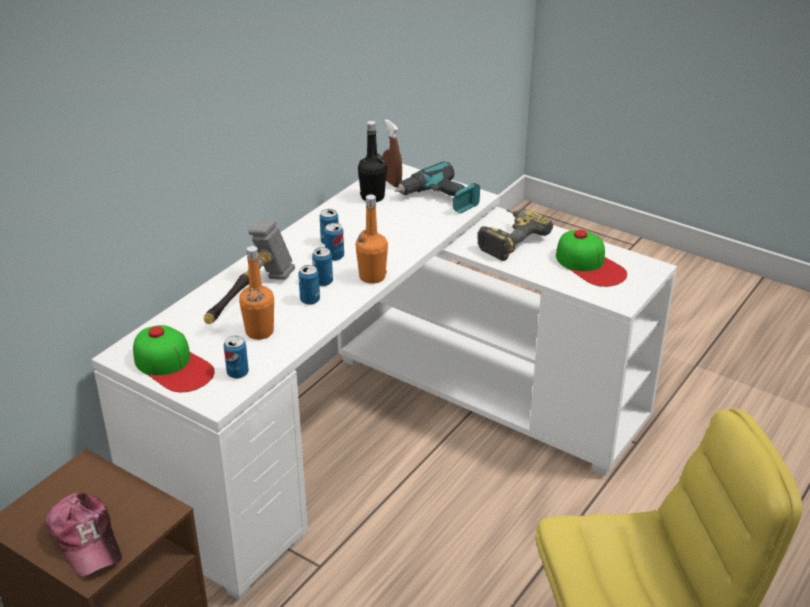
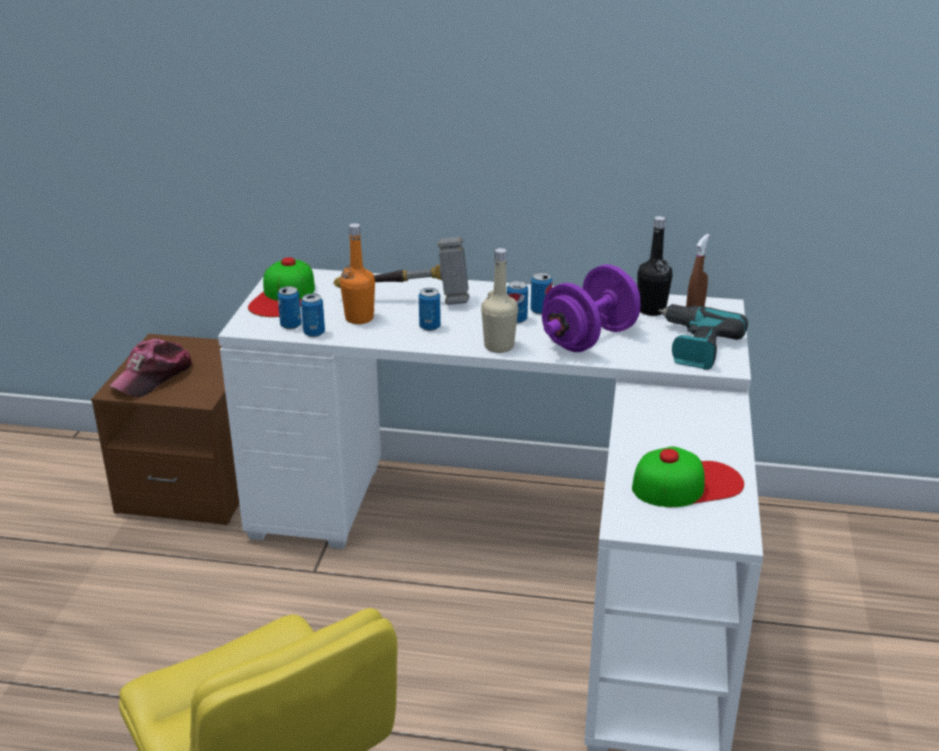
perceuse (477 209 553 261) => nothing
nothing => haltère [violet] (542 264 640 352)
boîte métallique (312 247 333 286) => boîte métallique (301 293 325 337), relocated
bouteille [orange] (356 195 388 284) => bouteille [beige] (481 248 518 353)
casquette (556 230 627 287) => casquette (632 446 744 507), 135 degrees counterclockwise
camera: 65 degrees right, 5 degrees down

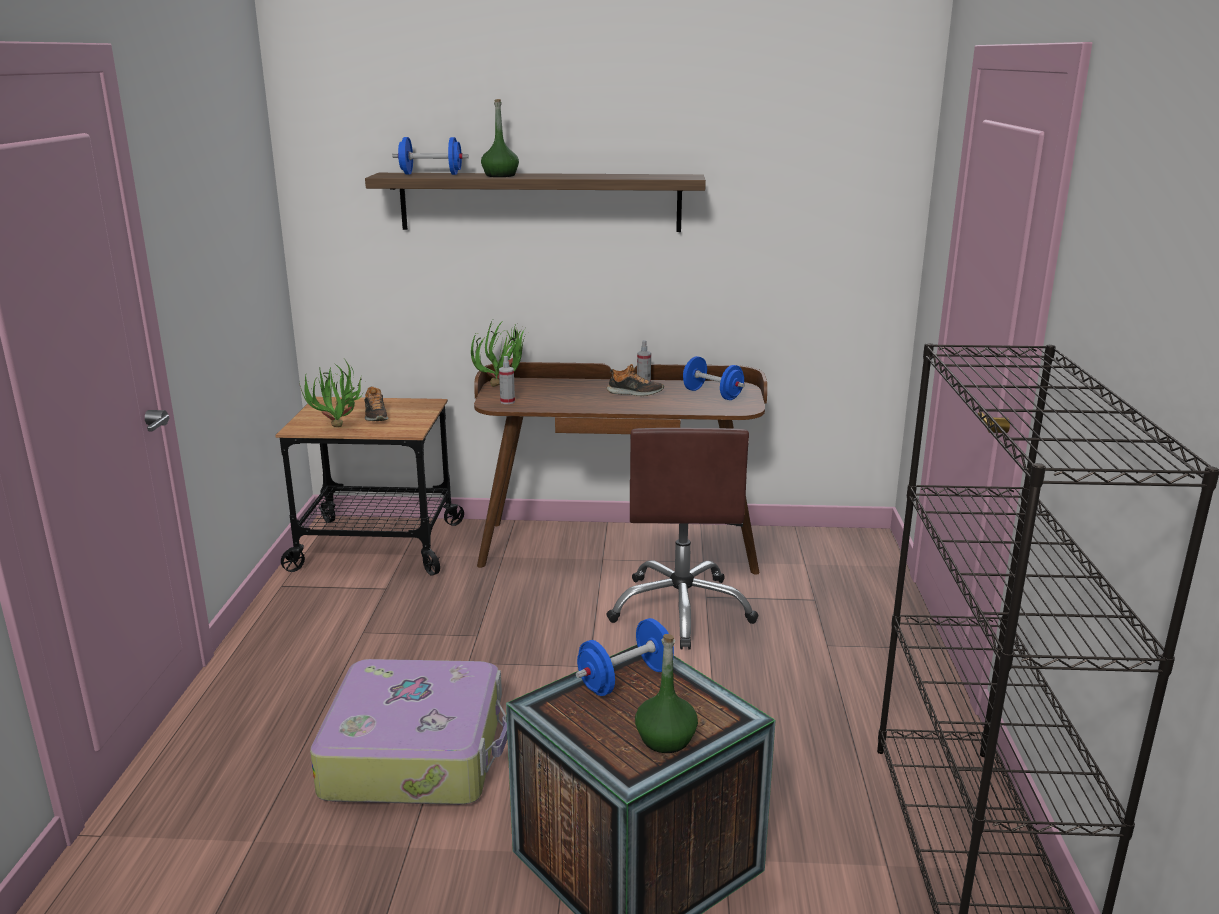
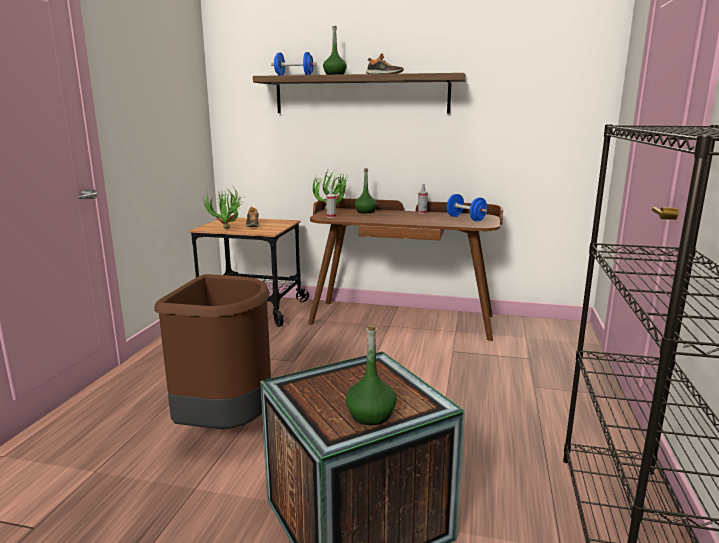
haltère [bleu] (576 618 674 696) => nothing
chaise de bureau [marron] (606 428 759 649) => nothing
nothing => bouteille [vert] (354 168 377 213)
chaussure (606 364 664 396) => chaussure (366 53 404 74), relocated
valise (310 659 508 805) => poubelle [marron] (154 274 271 429)
camera: 10 degrees right, 5 degrees down

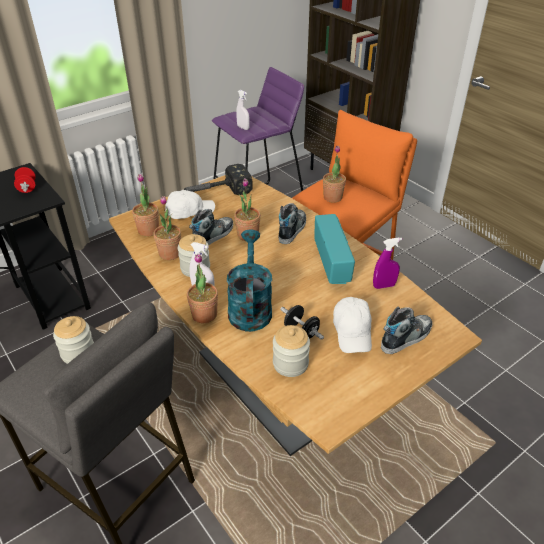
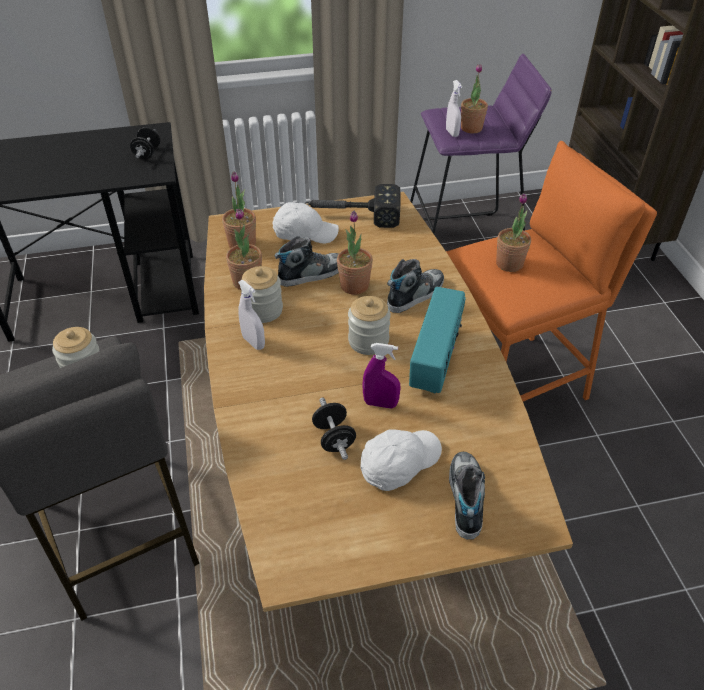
arrosoir [turquoise] (227 229 272 332) => nothing
plante en pot (187 253 218 323) => plante en pot (461 64 488 133), relocated
bocal (273 325 310 377) => bocal (348 296 391 355), relocated
vaporisateur [violet] (373 237 402 289) => vaporisateur [violet] (362 343 401 409), relocated
haltère [rouge] (14 167 36 193) => haltère [noir] (130 127 160 159)
casquette [blanc] (333 297 372 353) => casquette [blanc] (360 429 442 491), 150 degrees counterclockwise
chaussure (381 307 432 354) => chaussure (449 452 485 540), 75 degrees counterclockwise
camera: 25 degrees right, 5 degrees up

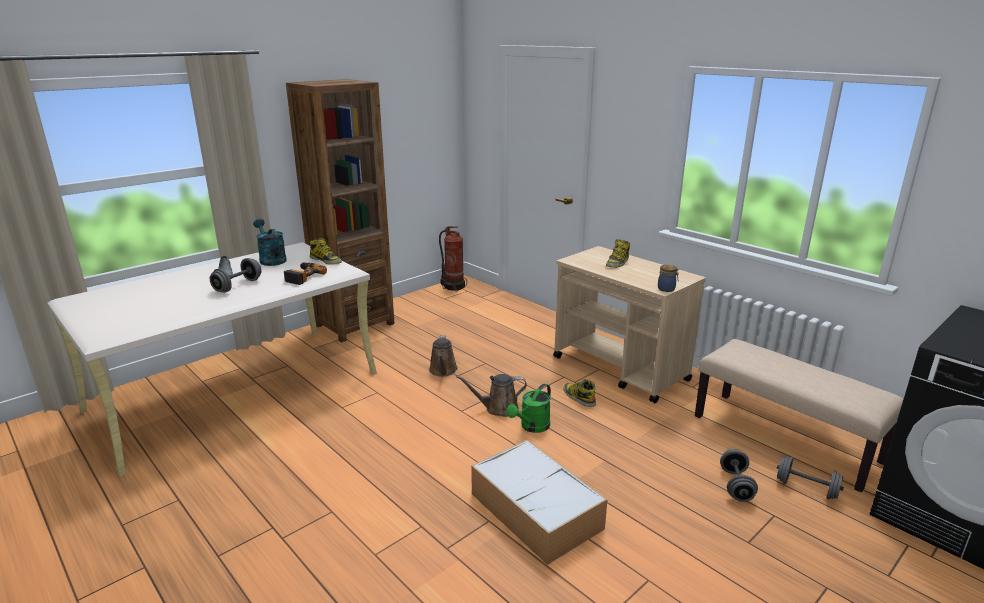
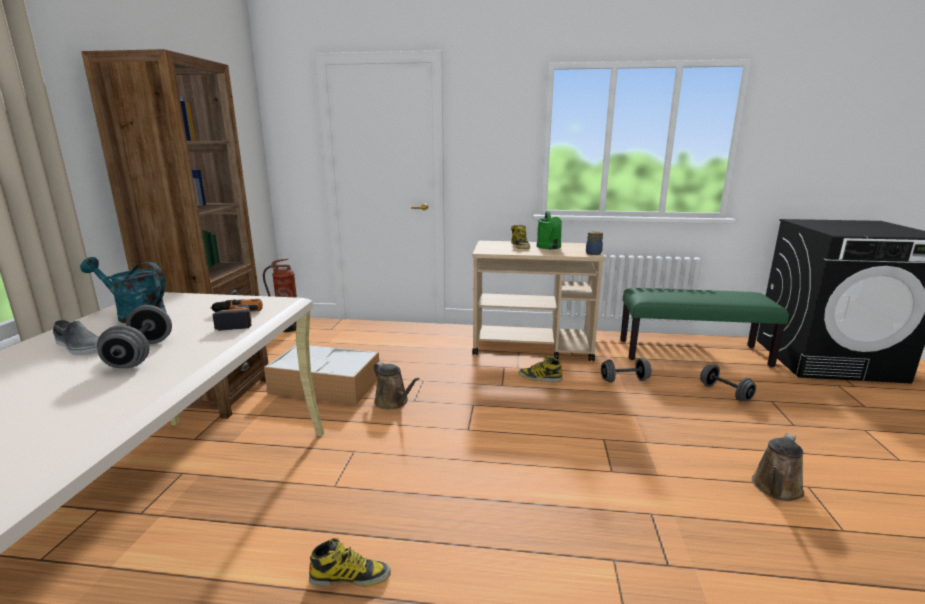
botte (310 238 342 265) => botte (309 538 391 587), relocated
arrosoir [marron] (456 374 527 417) => arrosoir [marron] (752 433 804 501), relocated
boîte de rangement (471 440 608 565) => boîte de rangement (264 344 379 405), relocated
arrosoir [vert] (506 383 551 433) => arrosoir [vert] (537 211 562 249), relocated
haltère [gris] (777 456 844 499) => haltère [gris] (601 358 651 383), relocated
banc [beige] (695 339 903 492) => banc [vert] (620 288 789 367)
camera: 40 degrees left, 5 degrees down

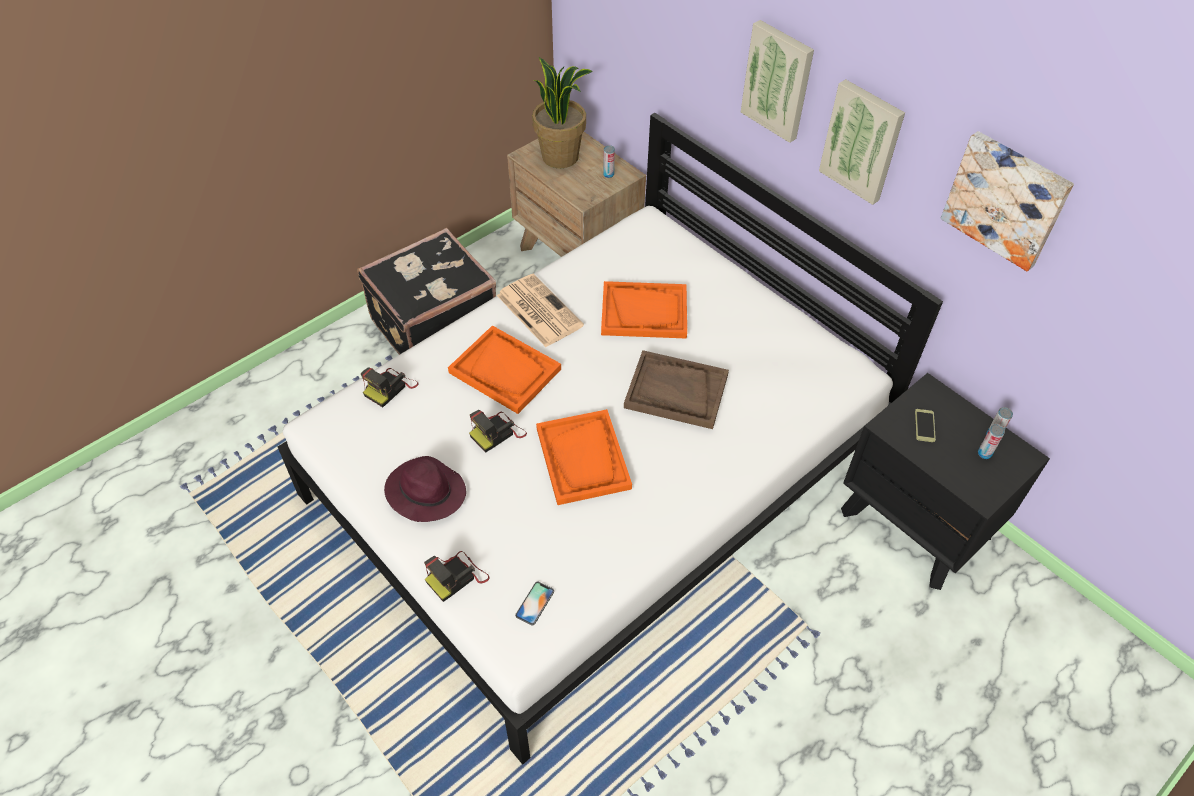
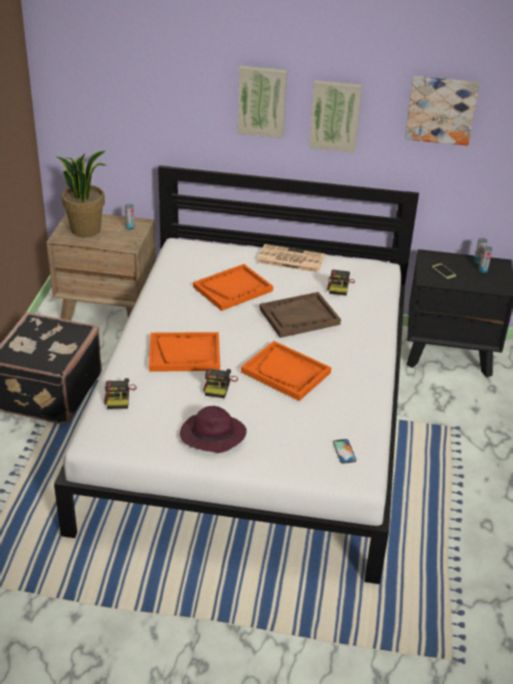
appareil photo (424 551 490 602) => appareil photo (327 269 355 296), relocated
journal (497 273 584 347) => journal (257 244 325 273), relocated
camera: 40 degrees left, 15 degrees down

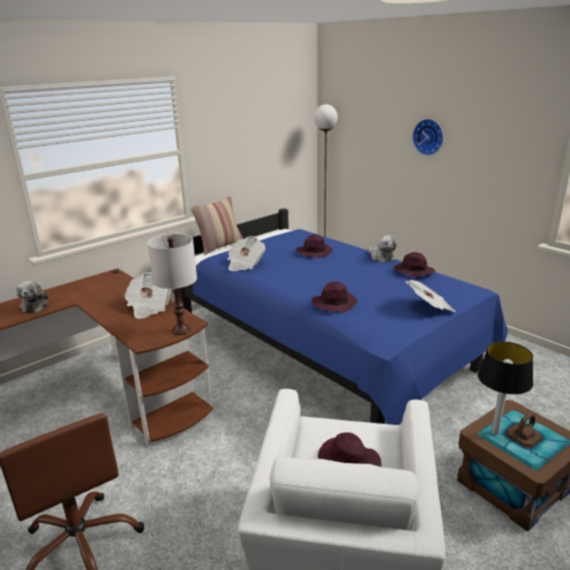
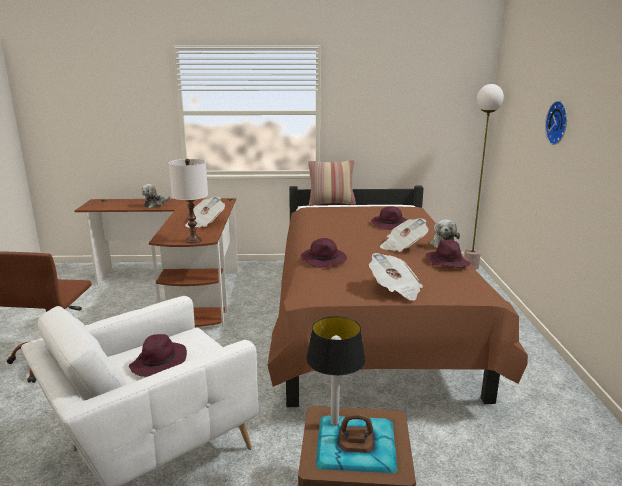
journal (227 236 266 271) => journal (380 218 429 252), relocated
lit [bleu] (179 208 508 425) => lit [marron] (268 186 528 407)
camera: 40 degrees right, 5 degrees down

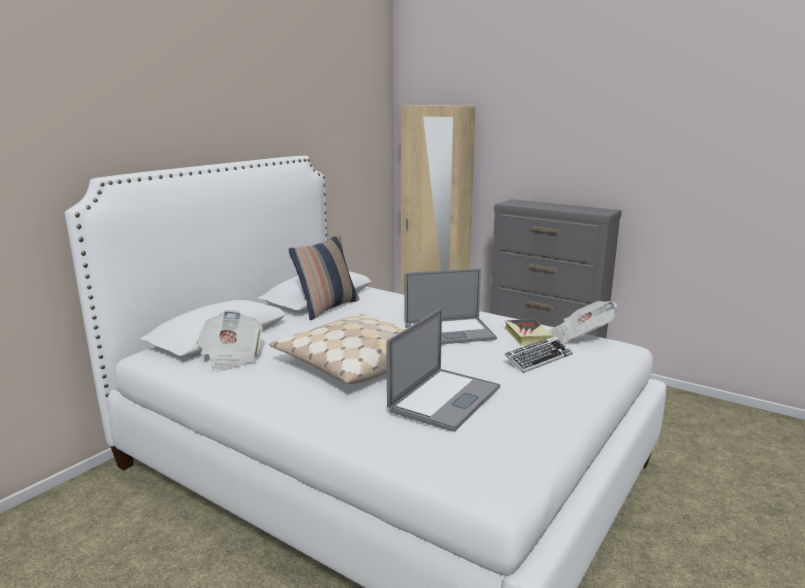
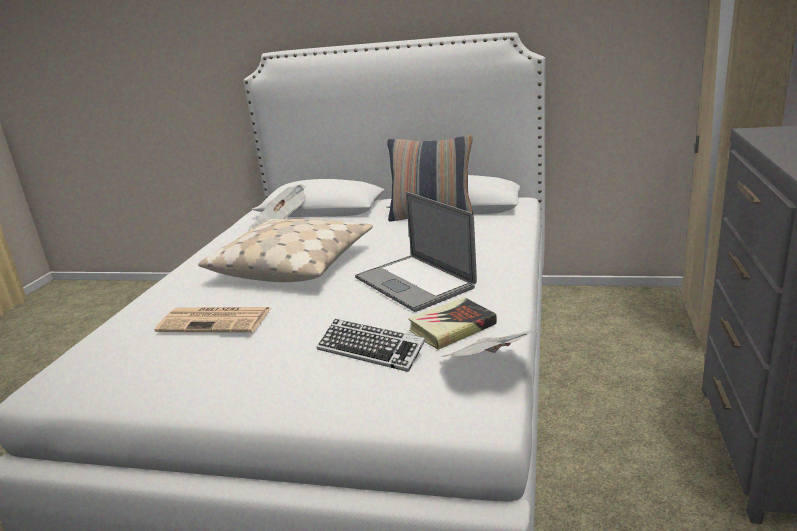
ordinateur portable (386 309 500 432) => journal (154 307 270 332)
camera: 70 degrees right, 5 degrees up

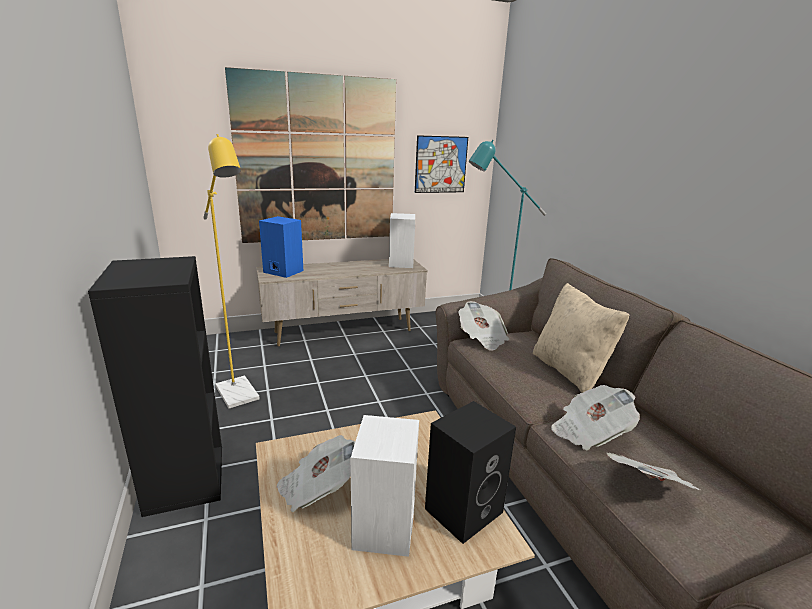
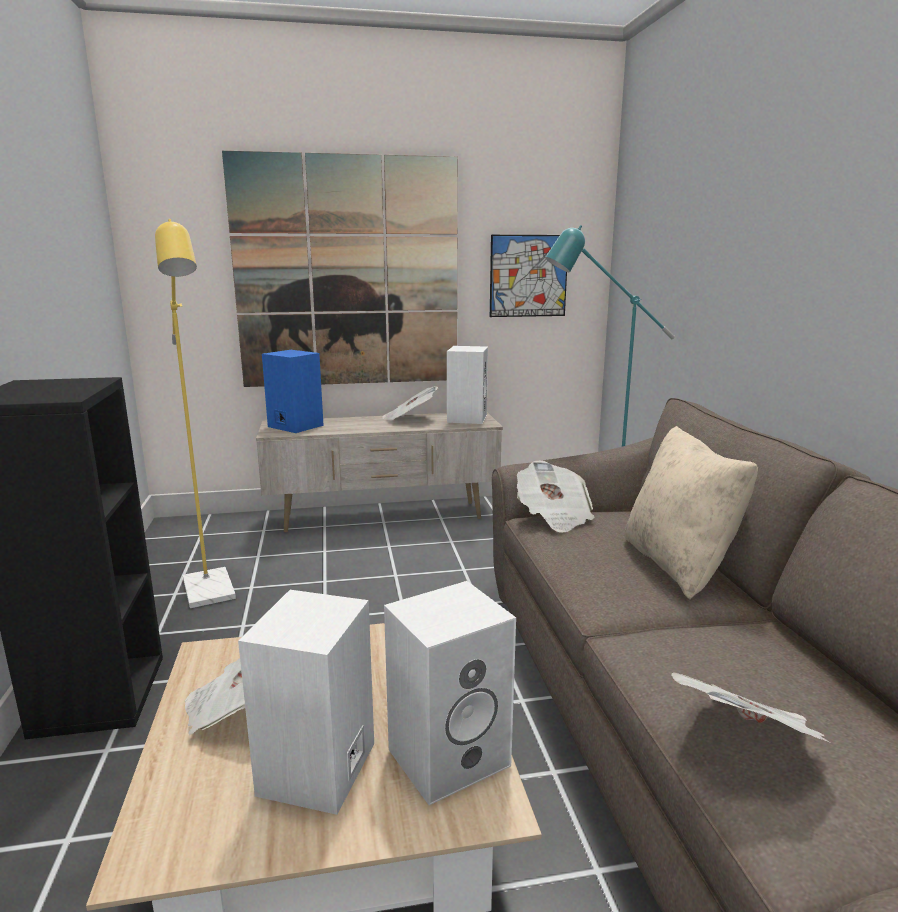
journal (551 385 640 450) => journal (382 386 438 421), relocated
enceinte [noir] (425 401 516 544) => enceinte [blanc] (384 581 516 805)
camera: 10 degrees right, 5 degrees down

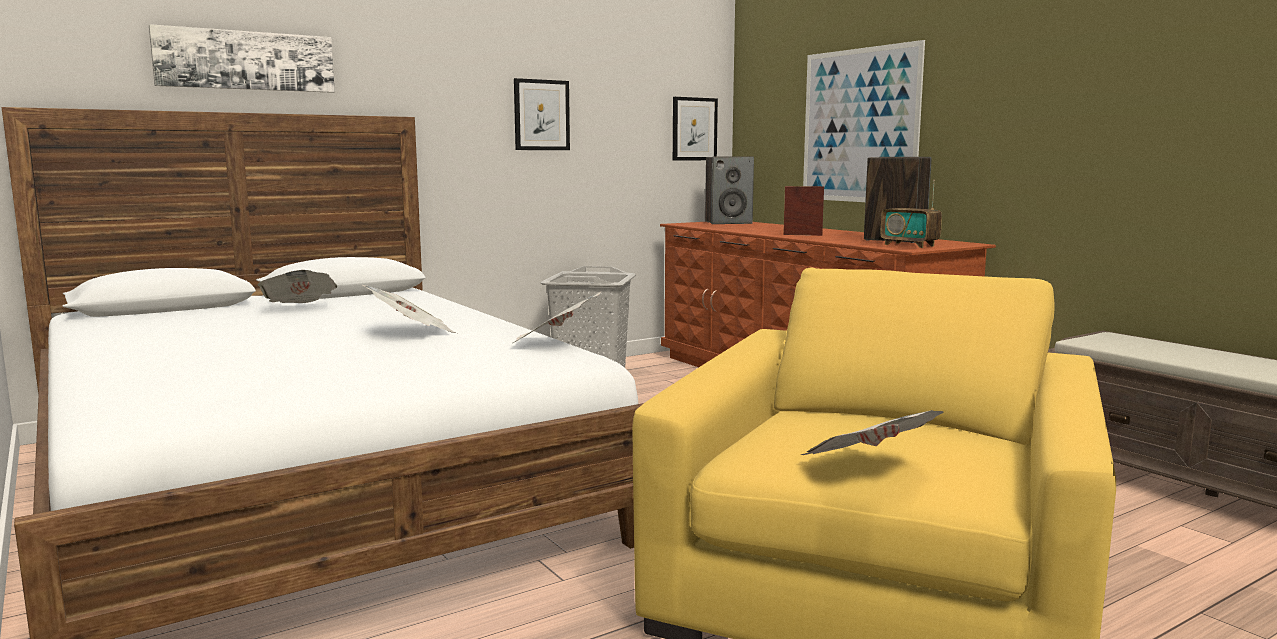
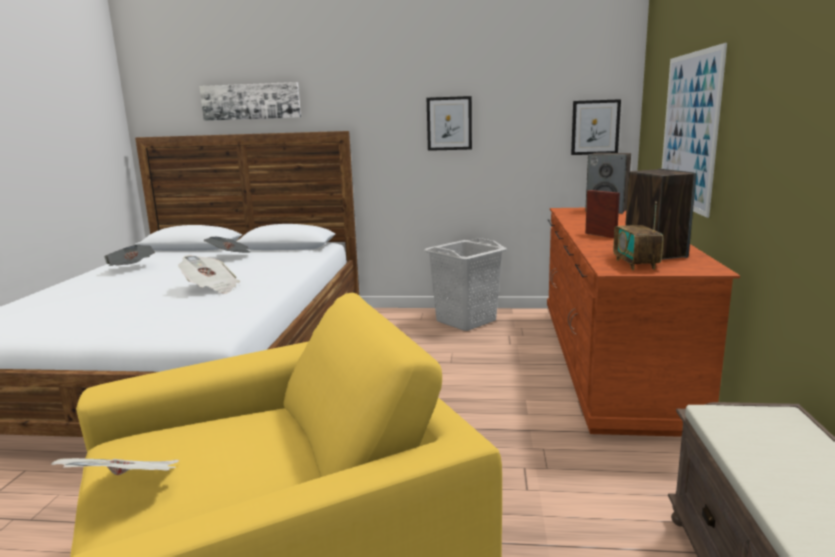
journal (513 292 601 343) => journal (104 245 155 266), relocated
camera: 40 degrees right, 5 degrees up

